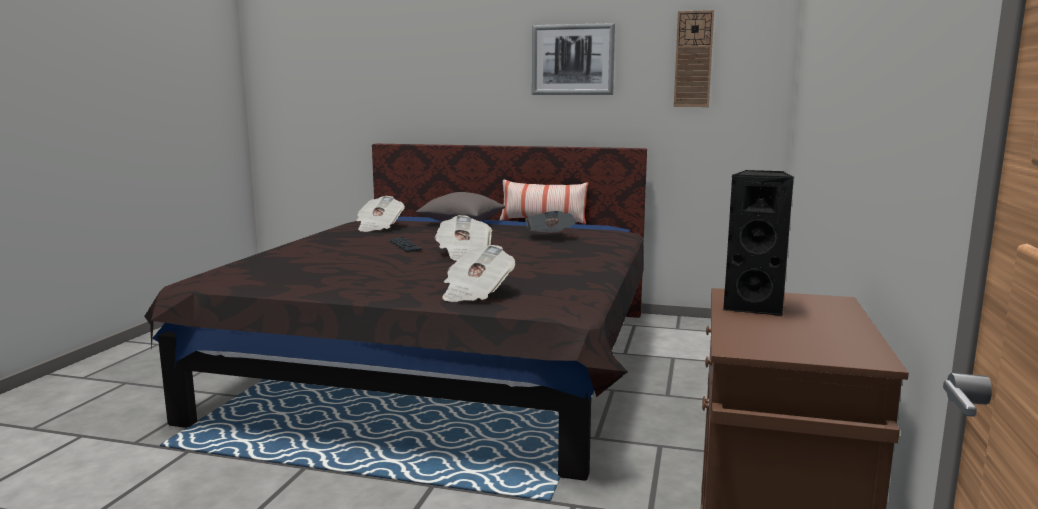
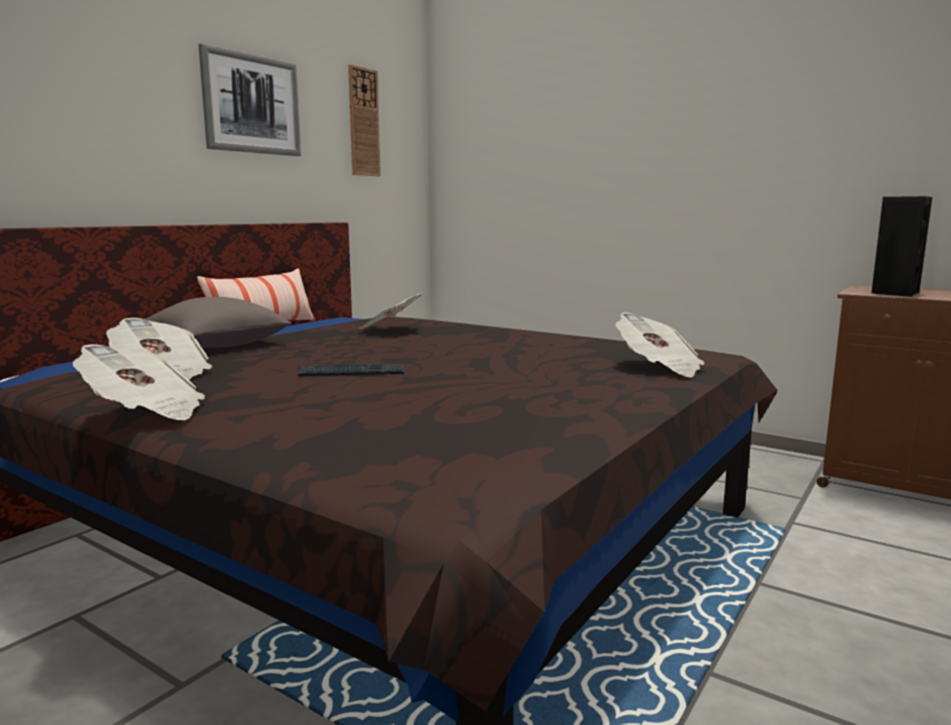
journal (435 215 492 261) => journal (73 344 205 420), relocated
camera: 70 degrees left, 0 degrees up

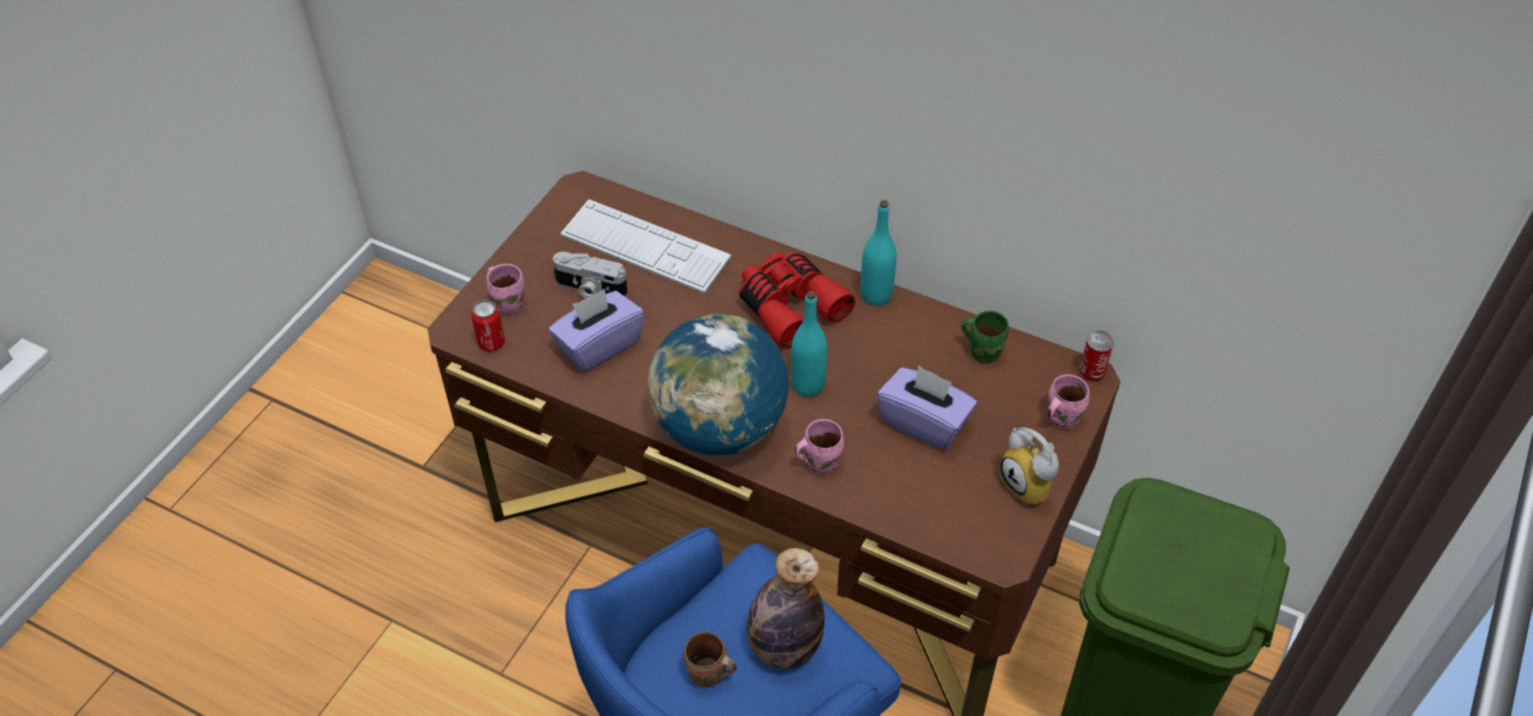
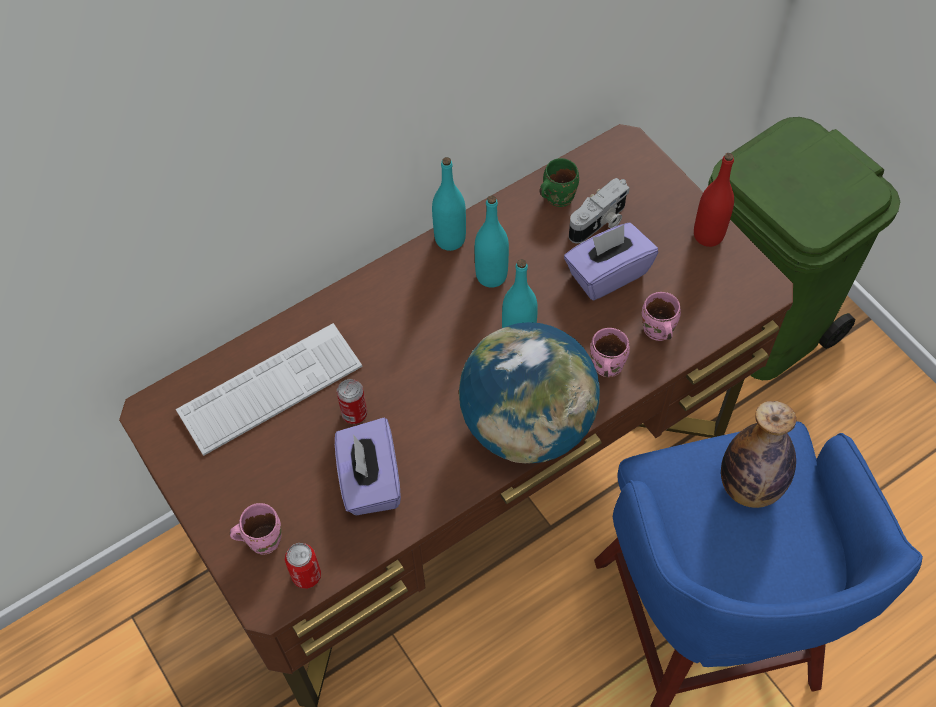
mug [marron] (684 631 736 688) => nothing
jumelles [rouge] (739 252 855 349) => nothing
nothing => bouteille [turquoise] (475 195 509 288)
appareil photo (553 252 628 298) => appareil photo (569 178 630 244), relocated
mug [rose] (1047 374 1090 429) => mug [rose] (642 292 681 341), relocated
boîte métallique (1079 330 1114 382) => boîte métallique (337 379 367 424), relocated
réveil (1000 427 1059 505) => bouteille [rouge] (694 153 734 247)
camera: 60 degrees left, 10 degrees up

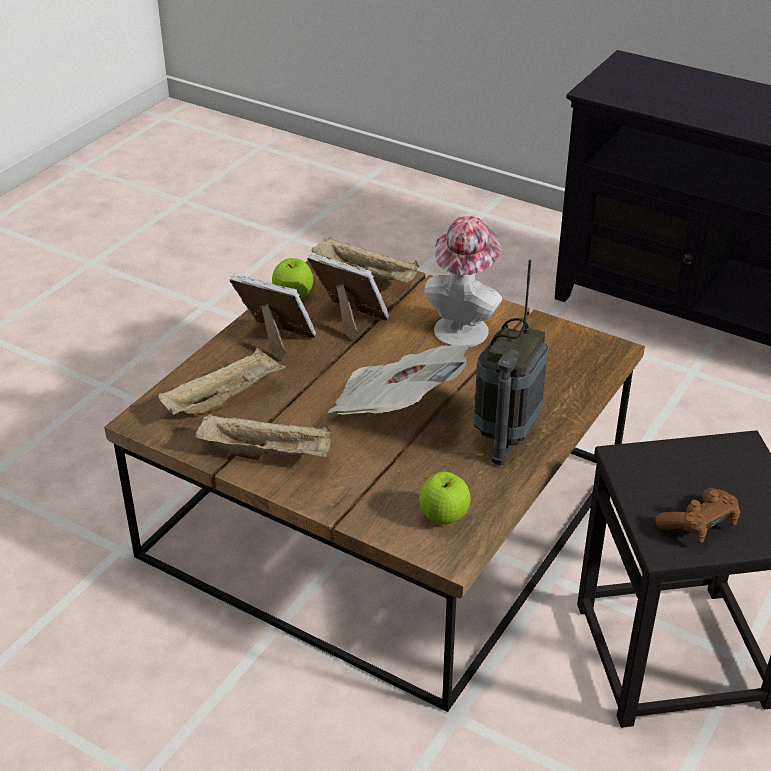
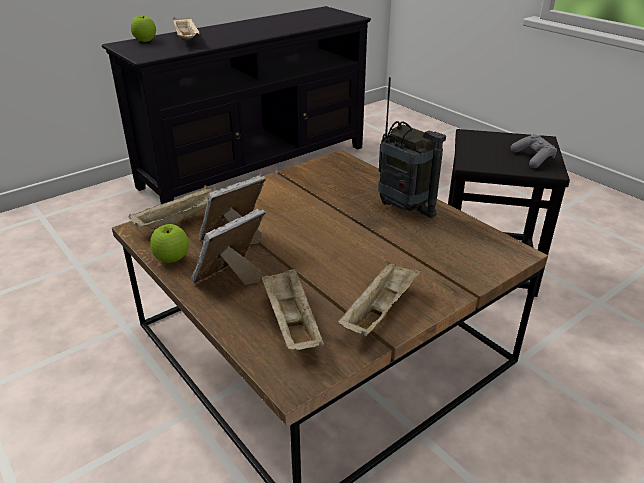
journal (327 345 470 415) => nothing
chapeau (424 216 502 347) => nothing
nothing => plateau [beige] (173 17 200 39)
pomme (419 472 471 525) => pomme (131 16 156 42), relocated
manette [marron] (655 488 741 543) => manette [gris] (511 134 557 168)
camera: 70 degrees left, 5 degrees down

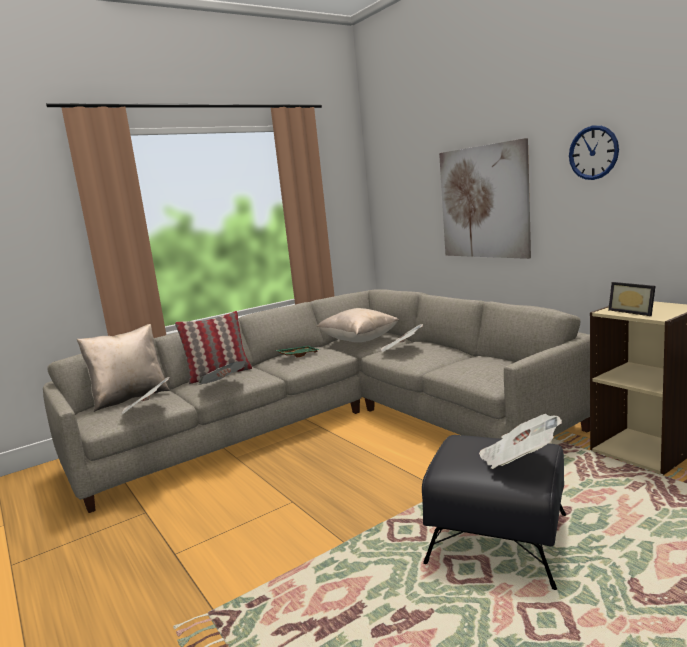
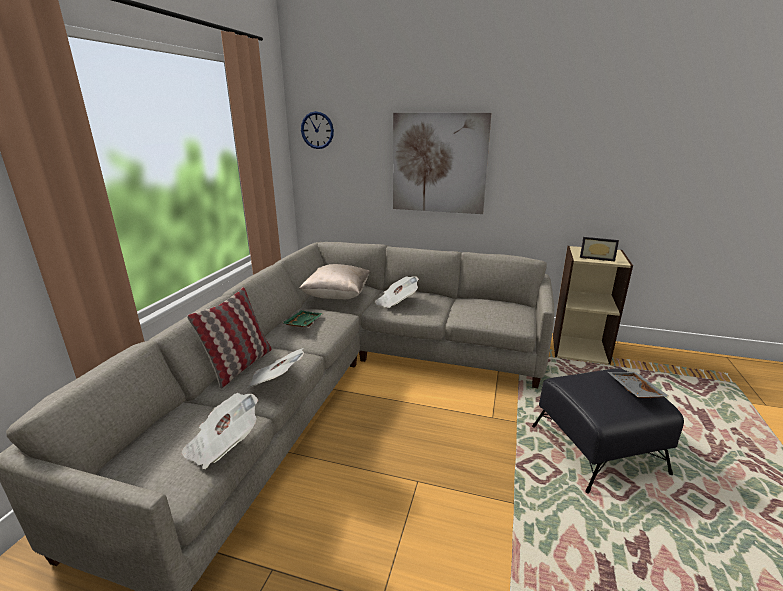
coussin [beige] (77 324 170 412) => nothing
horloge murale (569 125 619 180) => horloge murale (301 111 334 149), relocated
journal (479 414 562 469) => plateau [gris] (608 372 670 398)
camera: 40 degrees left, 10 degrees up

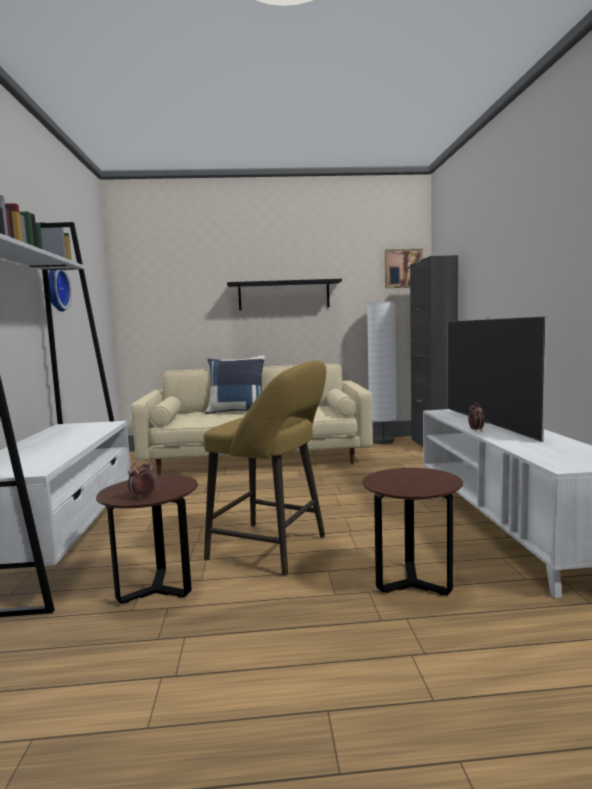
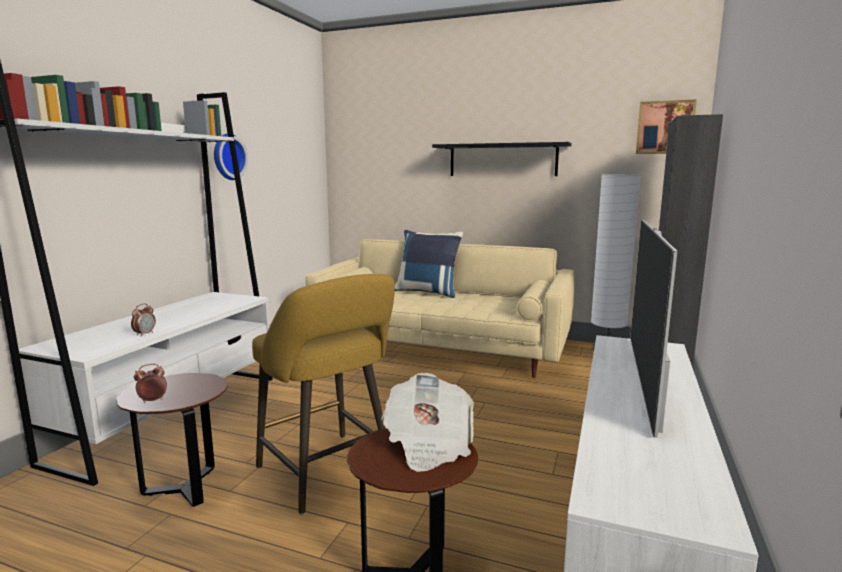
nothing => journal (381 373 474 472)
réveil (468 403 484 431) => réveil (131 304 156 336), relocated
camera: 25 degrees right, 5 degrees up

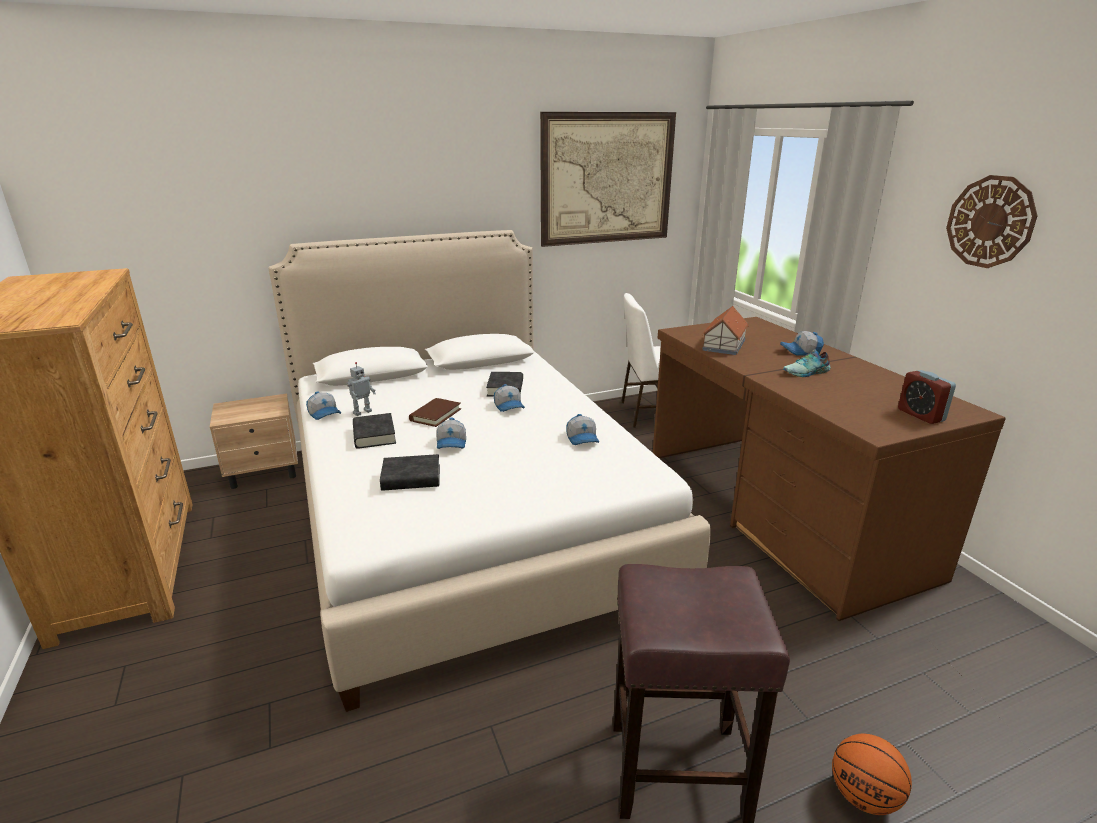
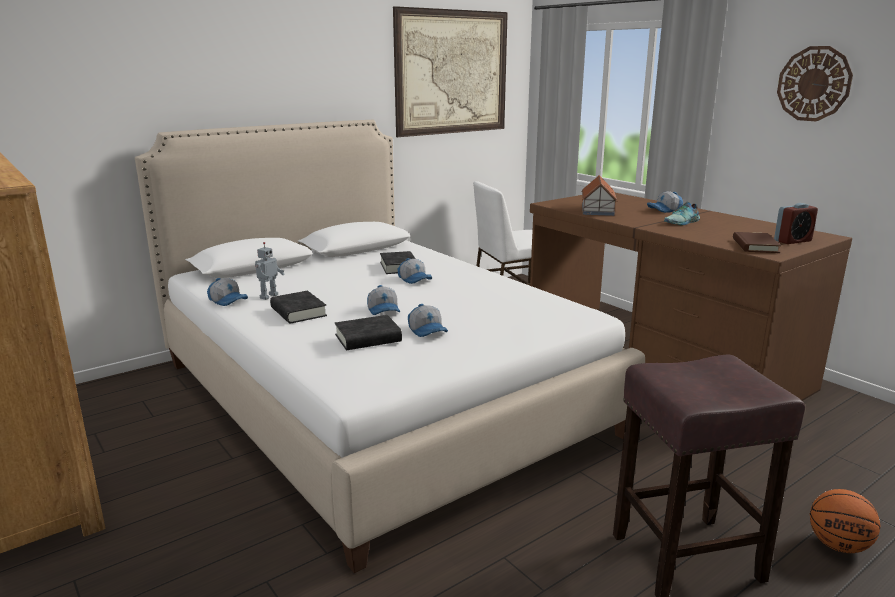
table de chevet [beige] (210 394 298 489) => nothing
livre [marron] (409 398 461 427) => livre [marron] (733 232 781 253), relocated
casquette (566 414 599 445) => casquette (408 304 448 337), relocated
réveil (898 370 956 424) => réveil (774 203 818 244), 75 degrees counterclockwise
camera: 15 degrees left, 5 degrees down

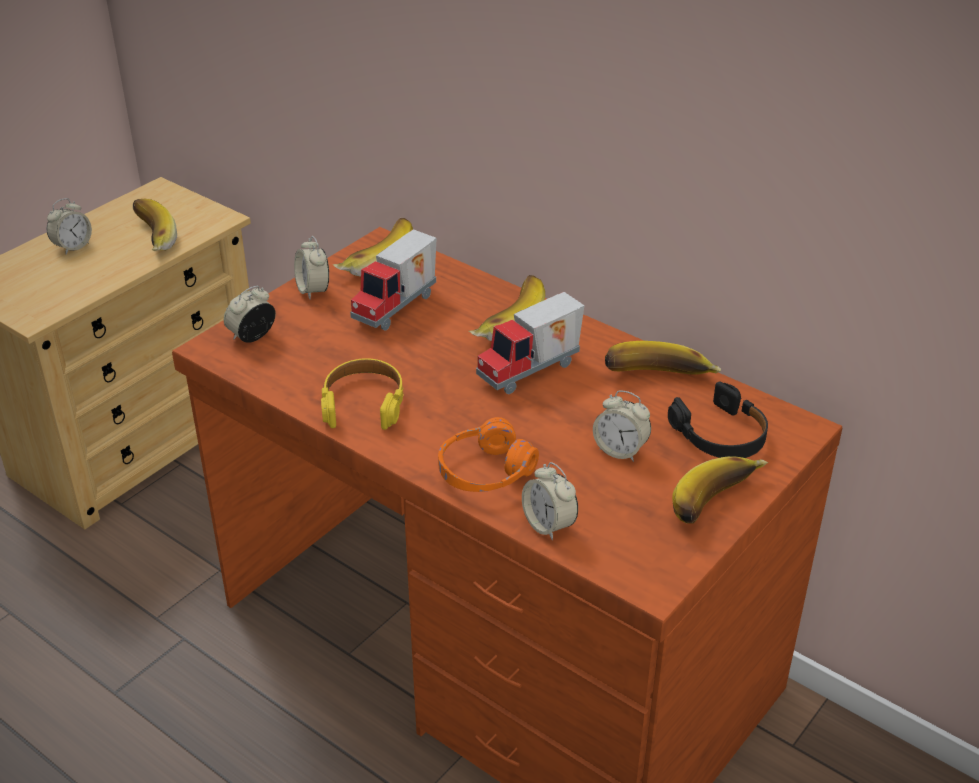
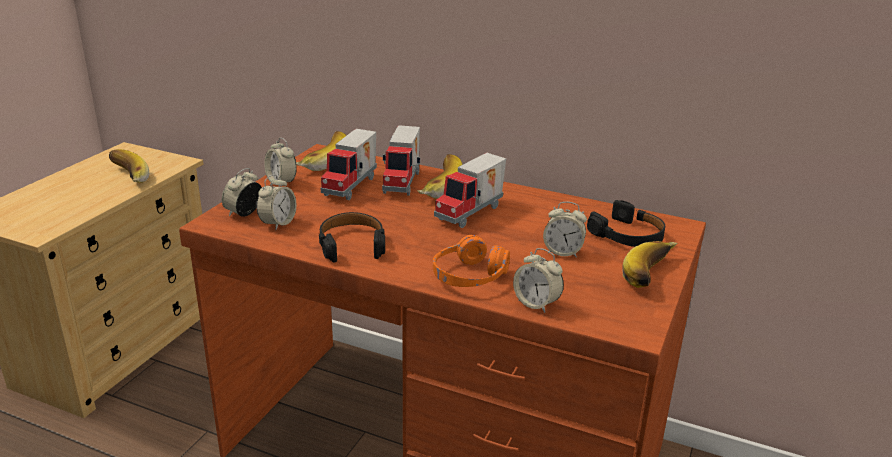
banane (605 341 721 375) => nothing
nothing => camion jouet (382 125 420 196)
réveil (47 198 92 254) => réveil (256 174 296 230), relocated
casque audio [jaune] (321 358 404 430) => casque audio [noir] (319 212 385 263)
camera: 15 degrees left, 10 degrees down

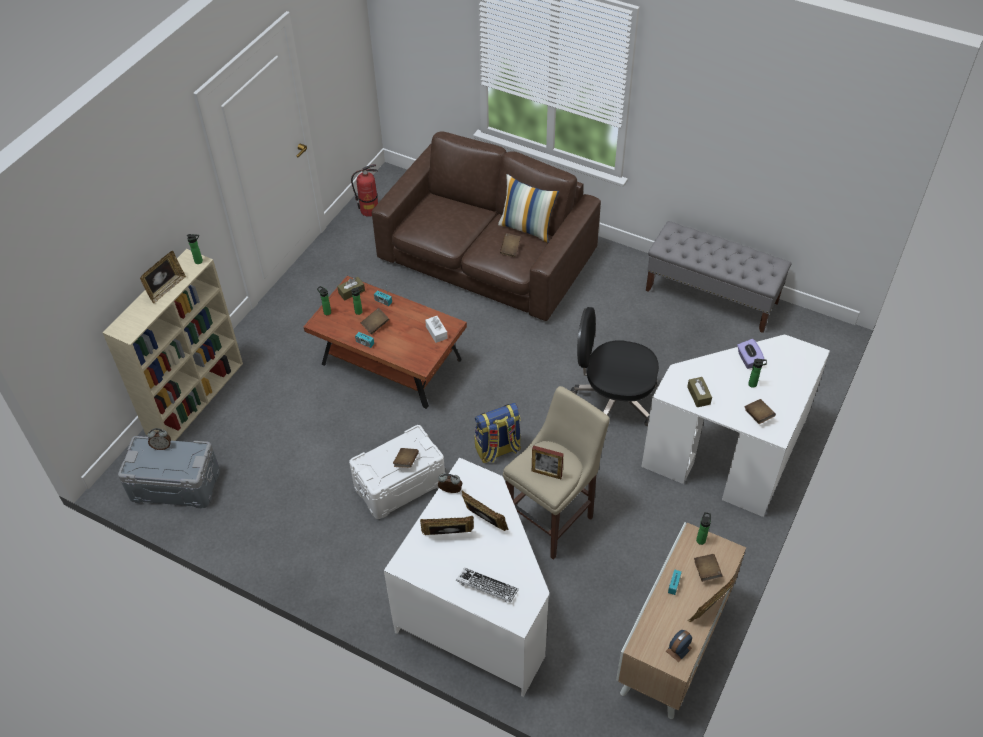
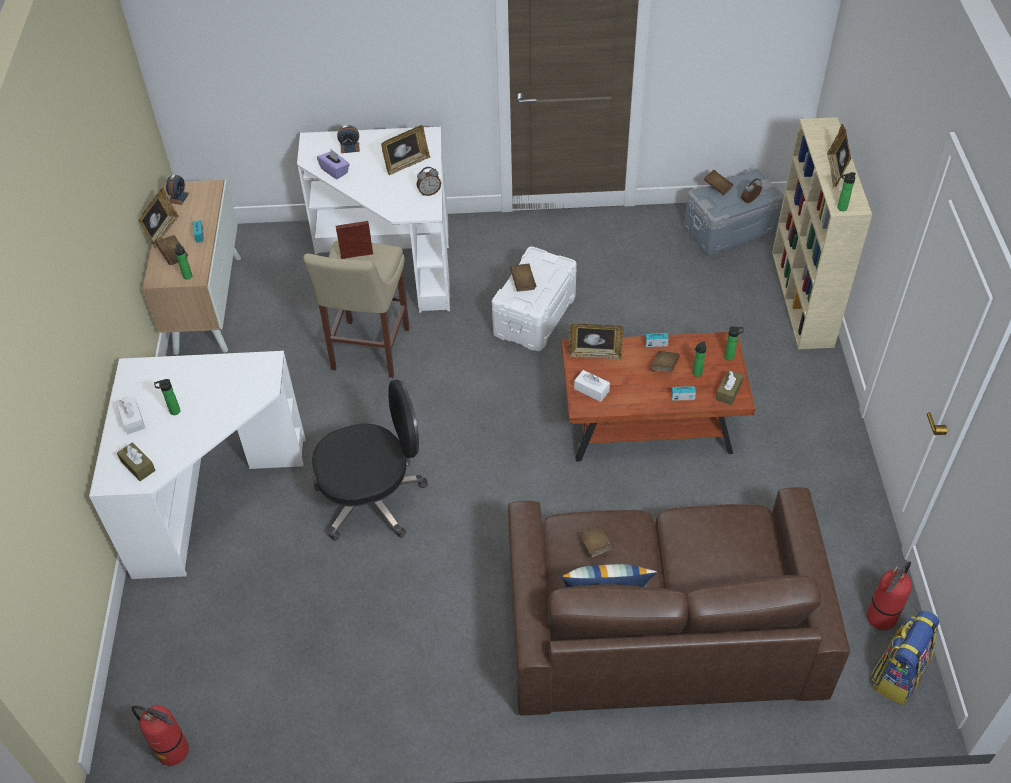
banc [gris] (646 221 792 333) => nothing
nothing => boîte à mouchoirs [blanc] (116 396 145 434)
nothing => extincteur (132 705 189 766)
cadre photo (462 490 509 531) => cadre photo (568 324 623 360), relocated
sac à dos (474 403 521 463) => sac à dos (871 611 939 705), relocated
boîte à mouchoirs [marron] (687 377 712 407) => boîte à mouchoirs [marron] (117 442 156 481), relocated
boîte à mouchoirs [violet] (737 339 764 369) => boîte à mouchoirs [violet] (317 150 350 179), relocated
livre [marron] (744 399 776 424) => livre [marron] (704 170 733 195), relocated
clavier (456 567 519 602) => réveil (337 125 360 153)
camera: 150 degrees right, 0 degrees up

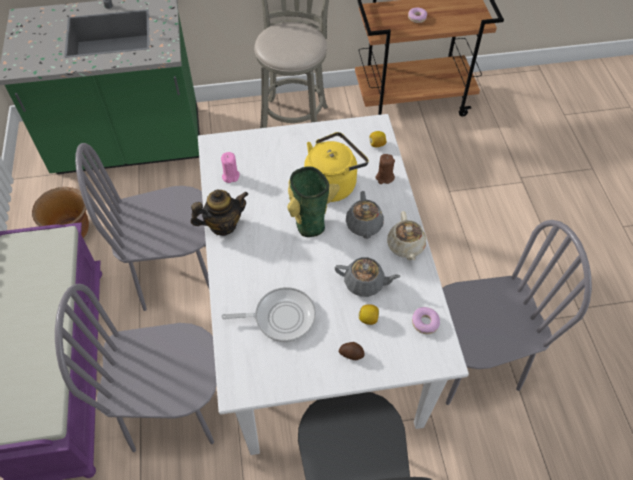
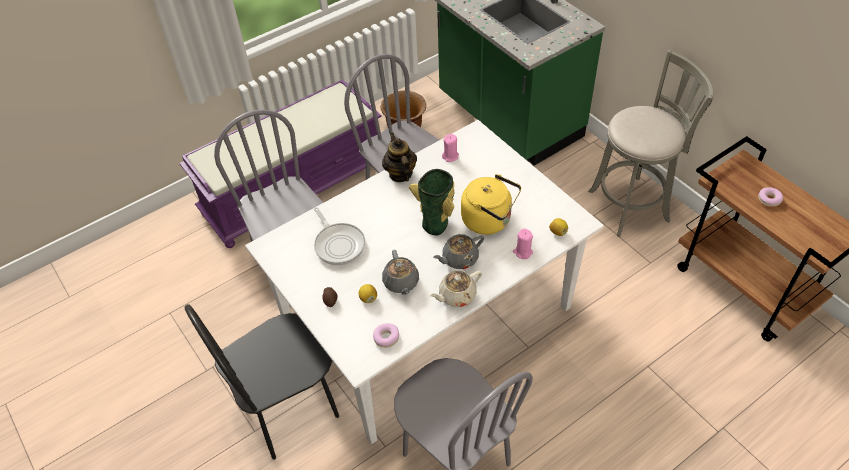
bougie [marron] (375 154 395 184) => bougie [rose] (513 229 533 259)
théière (191 189 248 236) => théière (382 133 417 182), 150 degrees counterclockwise
camera: 65 degrees right, 5 degrees down

